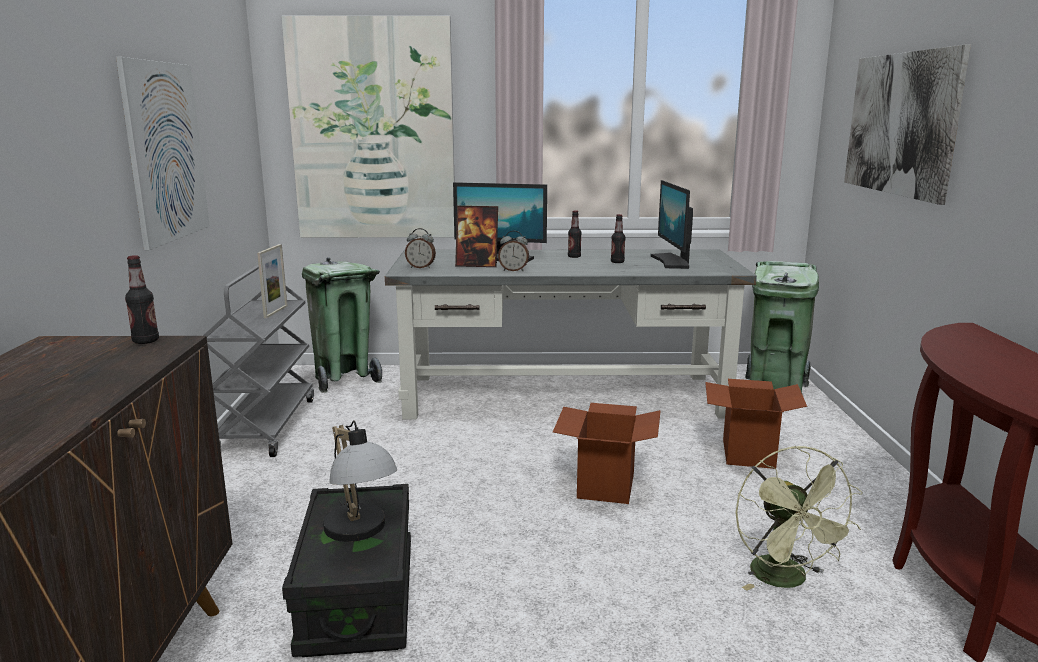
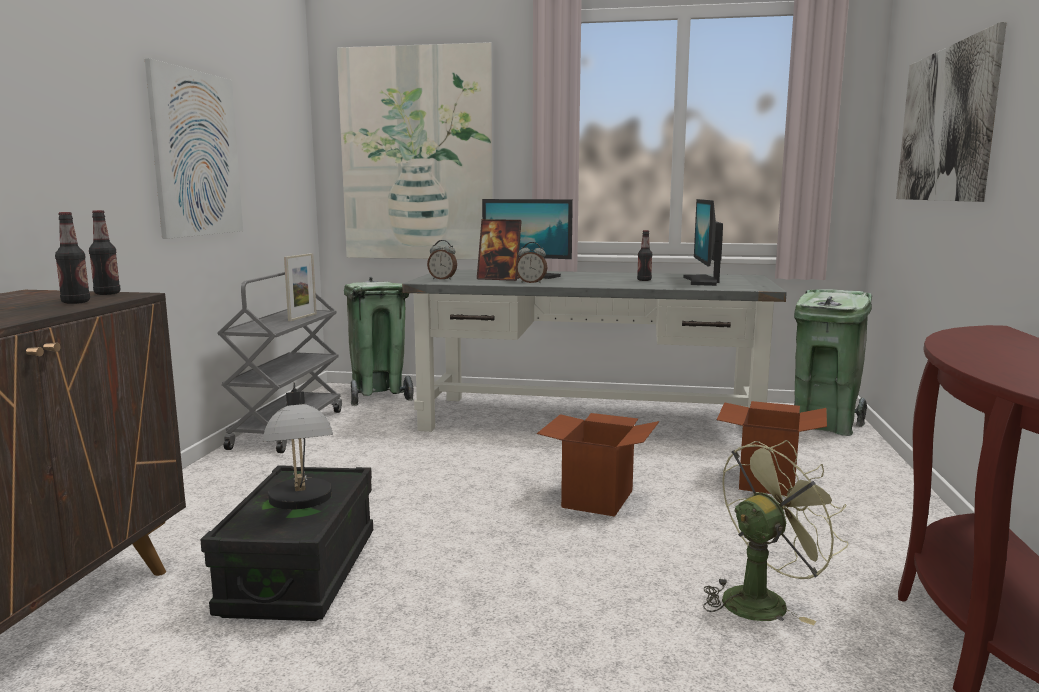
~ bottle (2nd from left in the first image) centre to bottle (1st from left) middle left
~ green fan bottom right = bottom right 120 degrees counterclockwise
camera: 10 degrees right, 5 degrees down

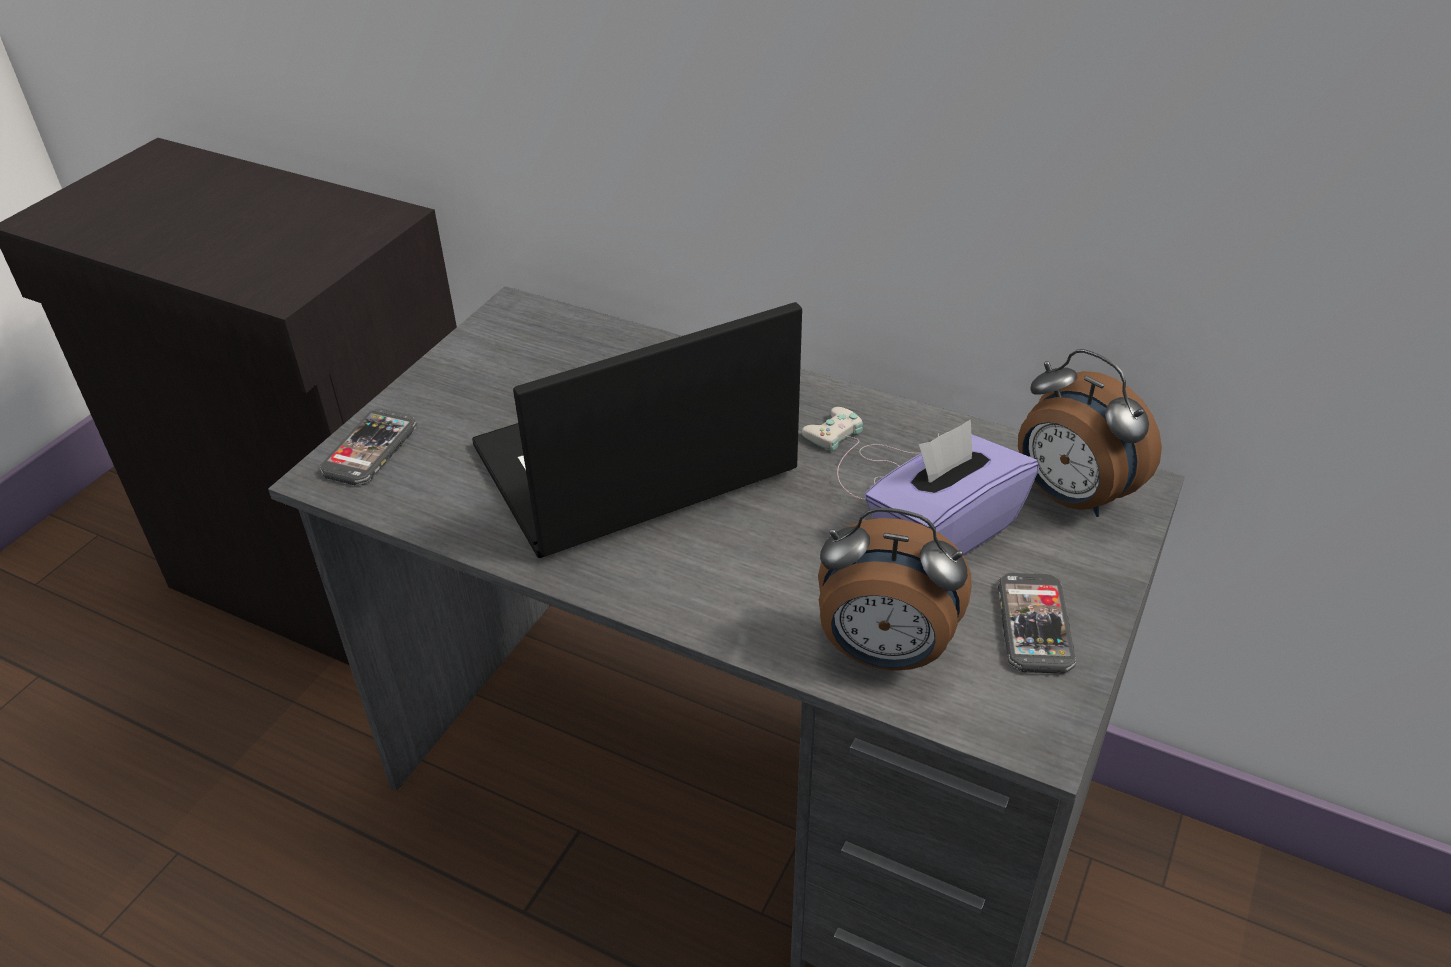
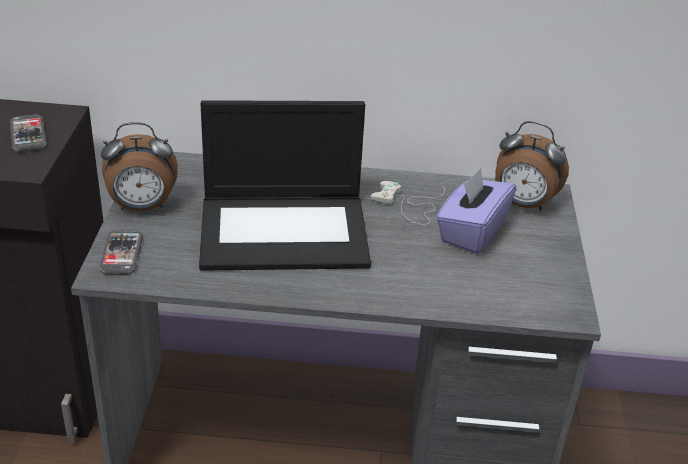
~ alarm clock (1st from left) centre to middle left
~ phone (2nd from left in the first image) middle right to phone (1st from left) top left
~ laptop centre = centre 135 degrees counterclockwise
camera: 25 degrees left, 5 degrees down

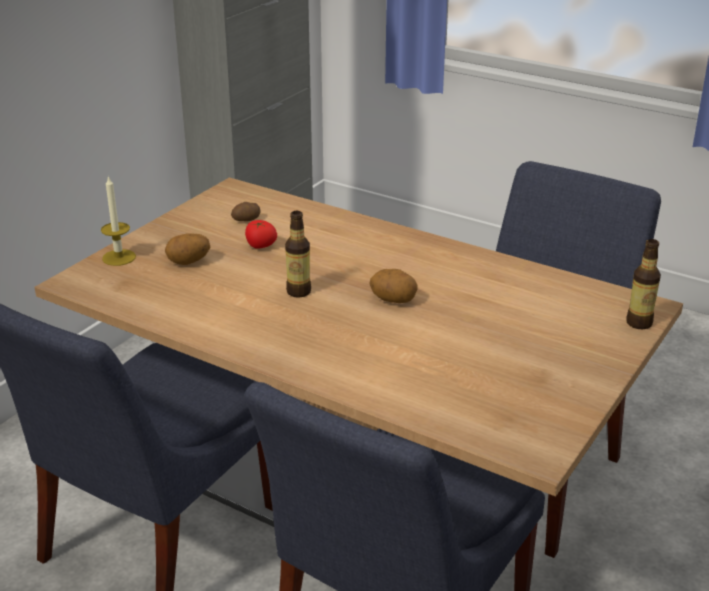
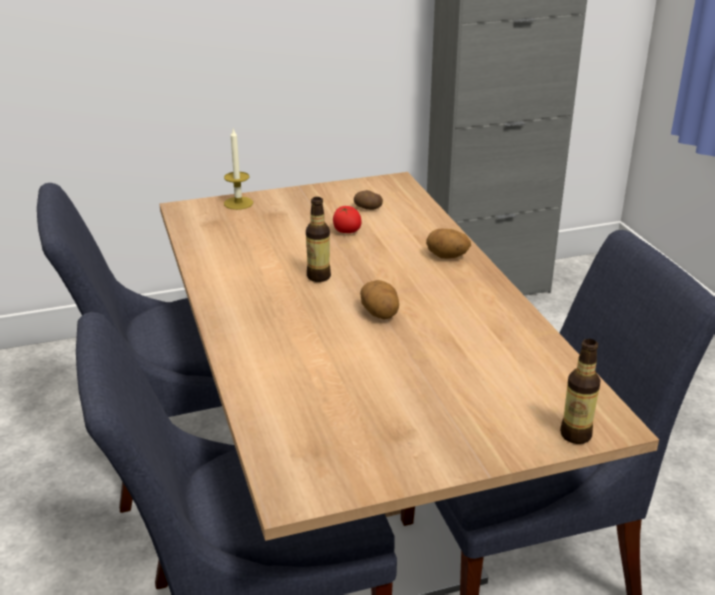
~ potato (1st from left in the first image) middle left to potato (3rd from left) centre
camera: 40 degrees right, 0 degrees up

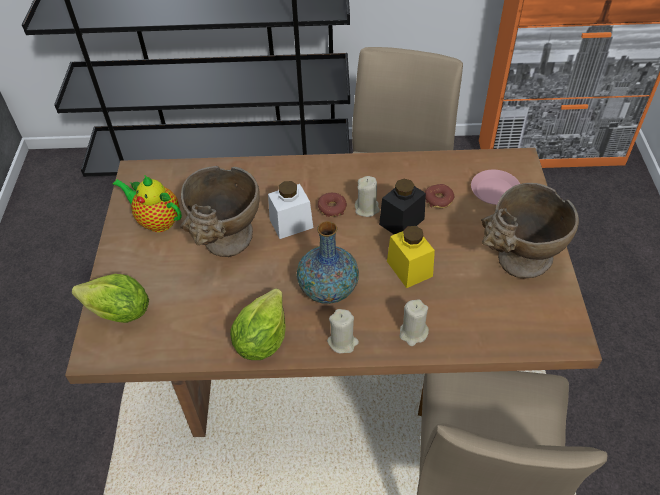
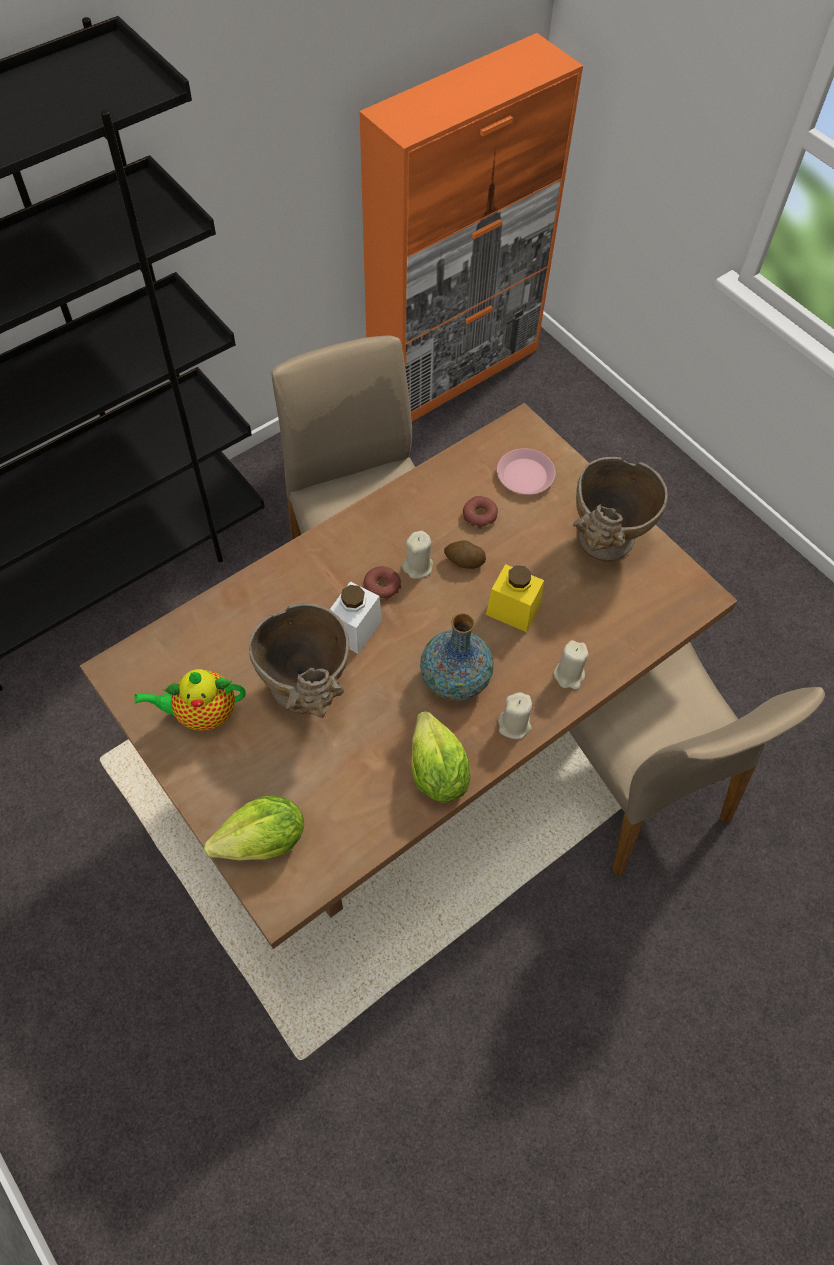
~ black jar centre to potato centre
camera: 40 degrees left, 10 degrees up

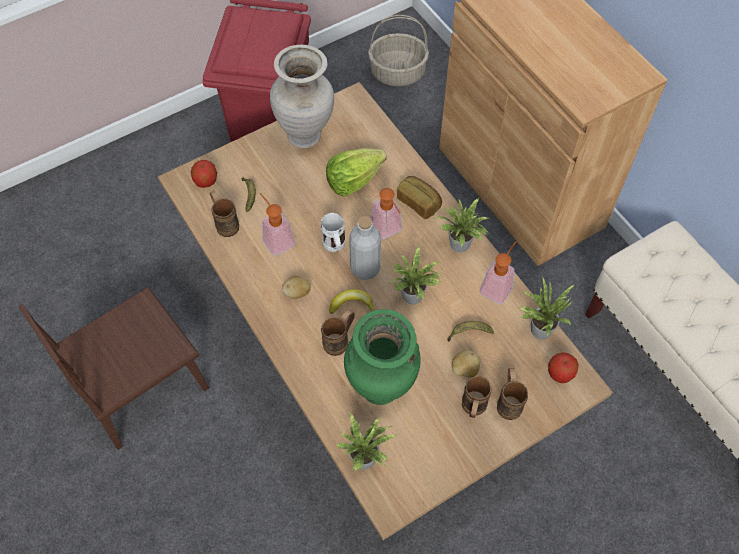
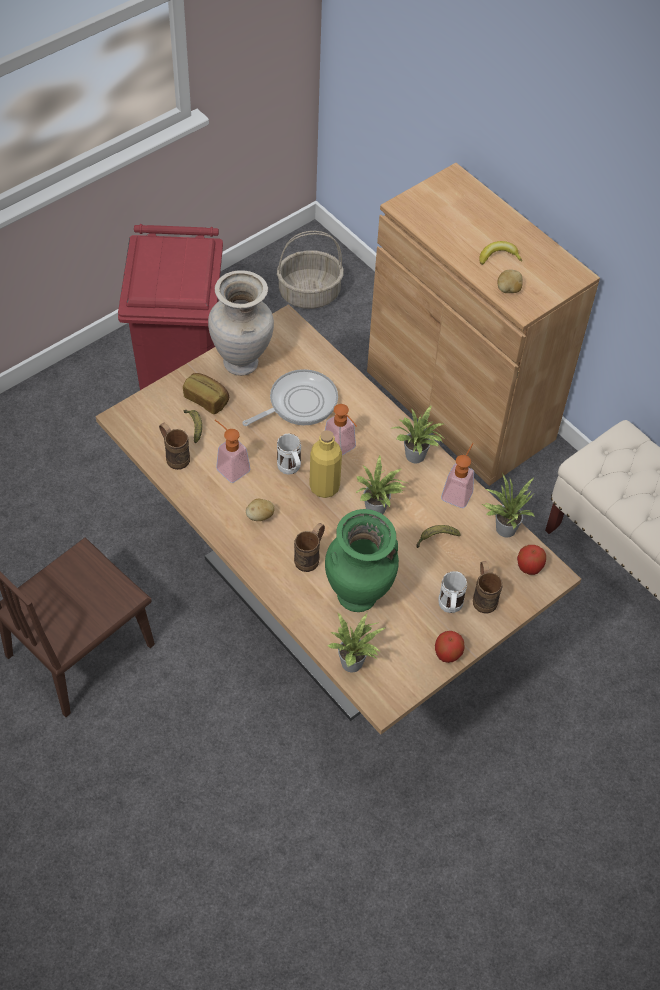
~ apple (1st from left) top left to middle right
~ banana (2nd from left in the first image) centre to banana (3rd from left) top right
~ bread centre to middle left
~ potato (2nd from left) centre to top right
~ lettuce top centre to frying pan centre
~ grey bottle centre to yellow bottle centre
~ brown mug (3rd from left) bottom centre to white mug (2nd from left) middle right
camera: 10 degrees left, 5 degrees down

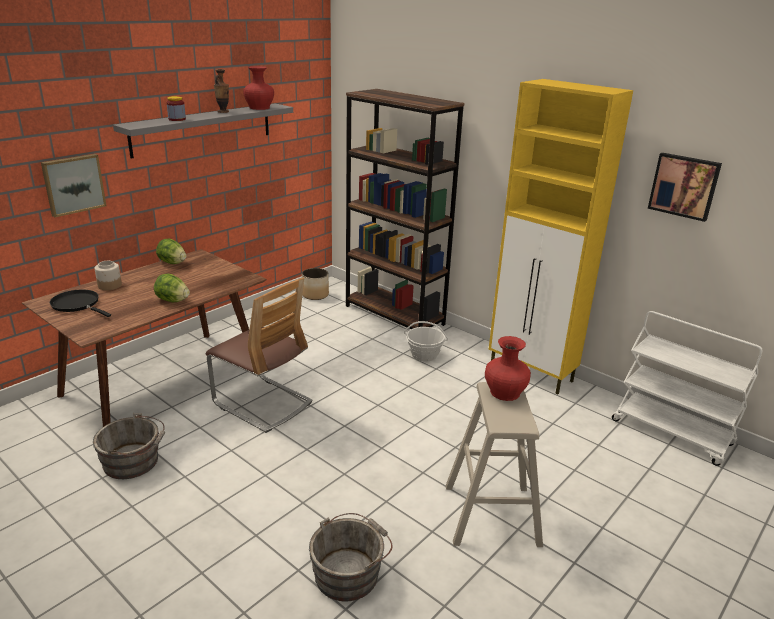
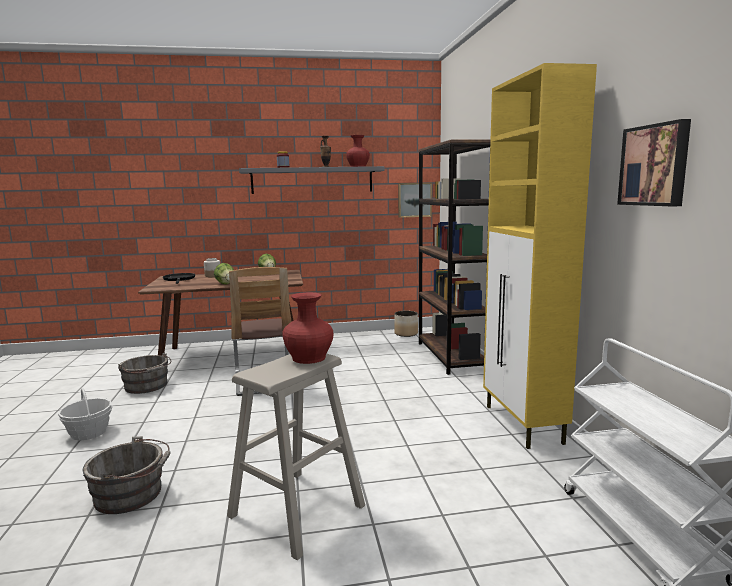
~ picture (1st from left) top left to centre
~ basket centre to bottom left
camera: 40 degrees right, 15 degrees down

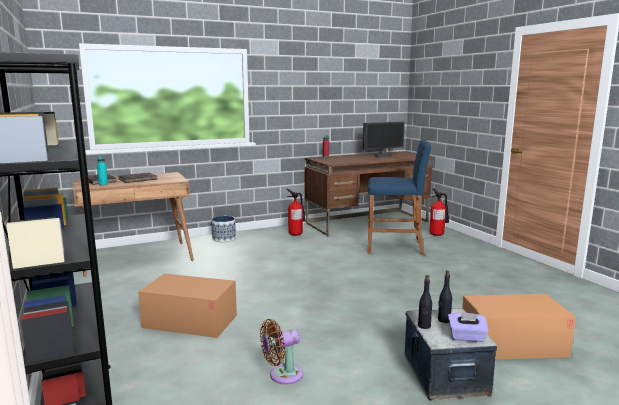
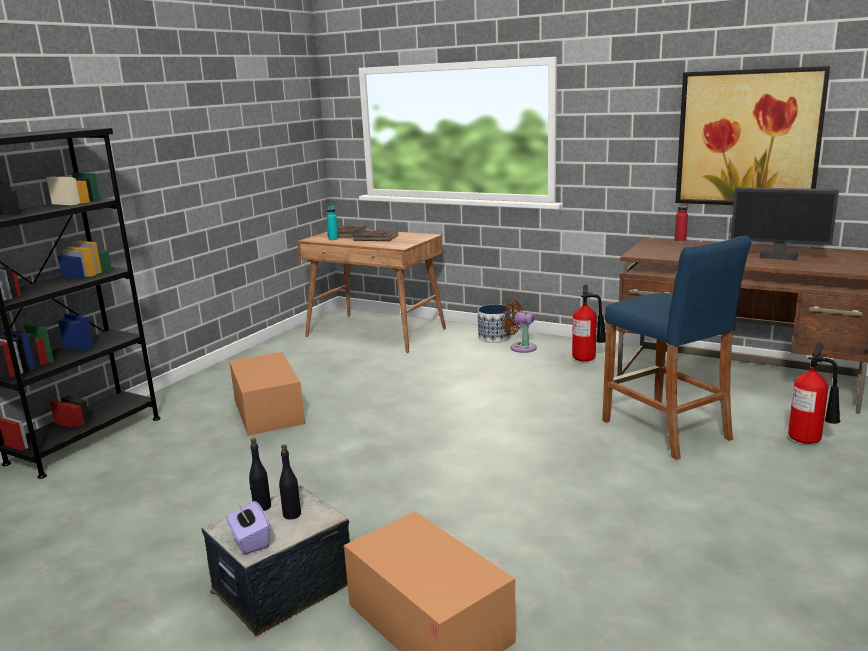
+ picture top right
~ brown fan bottom centre to centre
camera: 55 degrees right, 5 degrees up

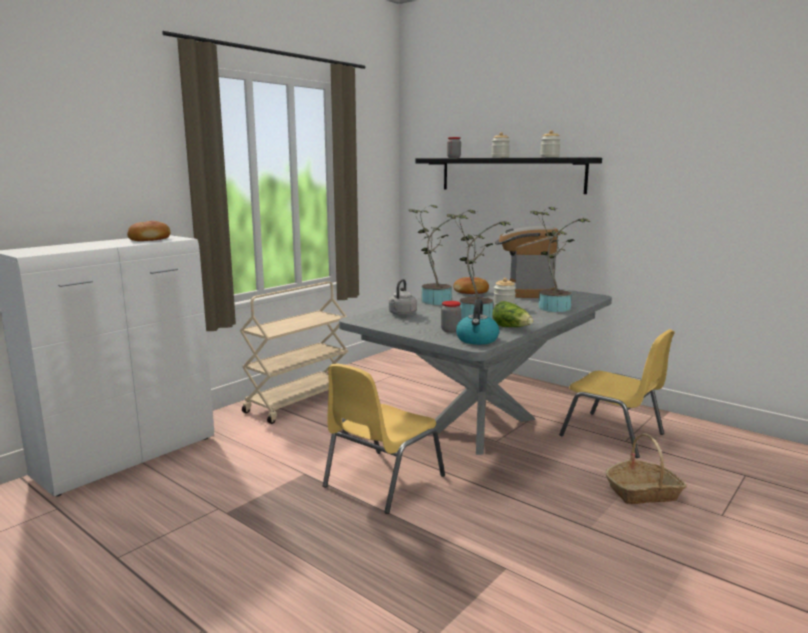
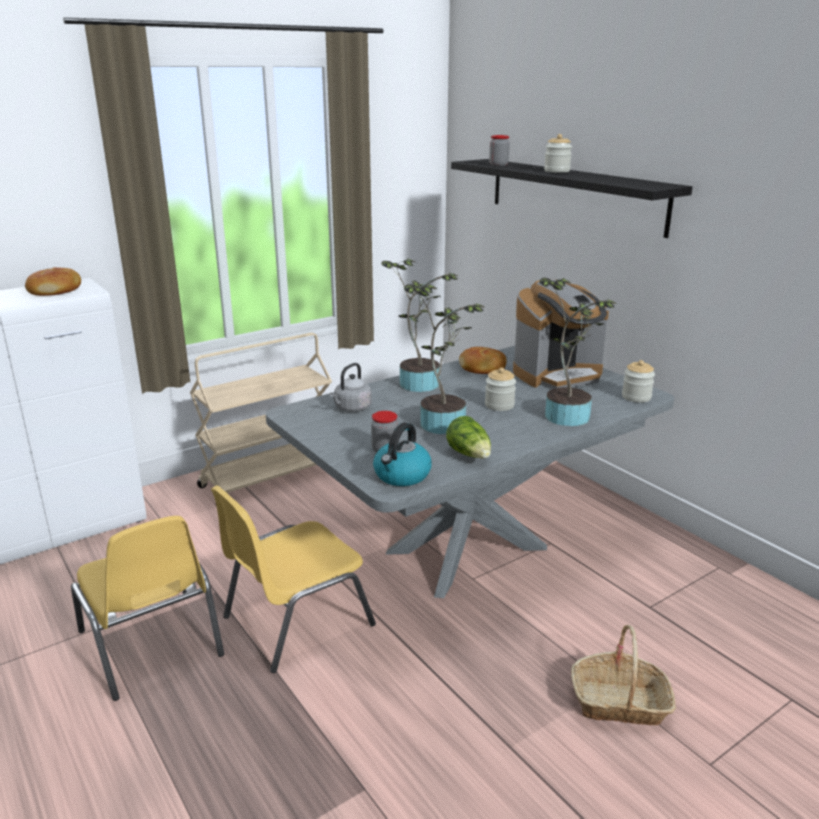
~ jar (5th from left) top right to middle right
~ yellow chair (2nd from left in the first image) middle right to yellow chair (1st from left) bottom left
~ coffee machine centre = middle right 135 degrees counterclockwise
camera: 15 degrees right, 10 degrees up

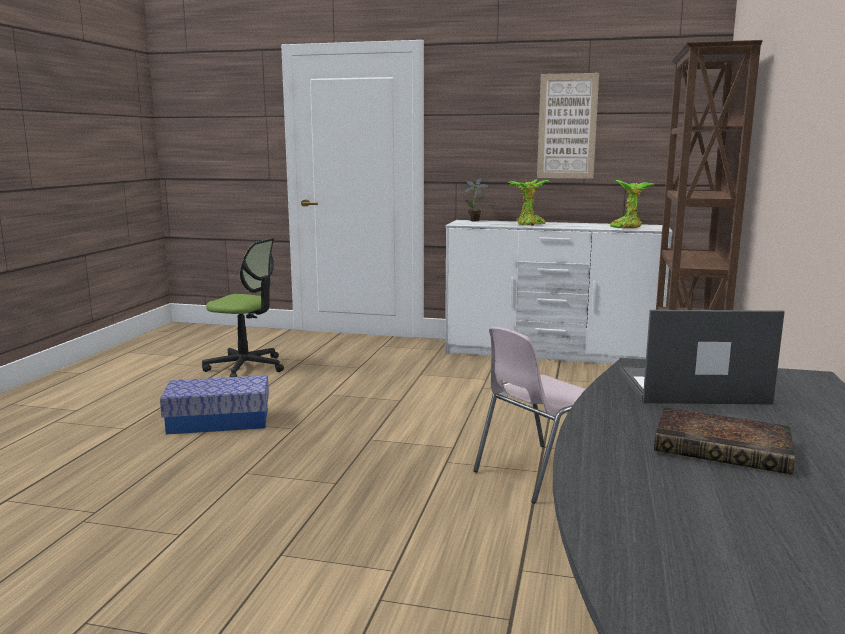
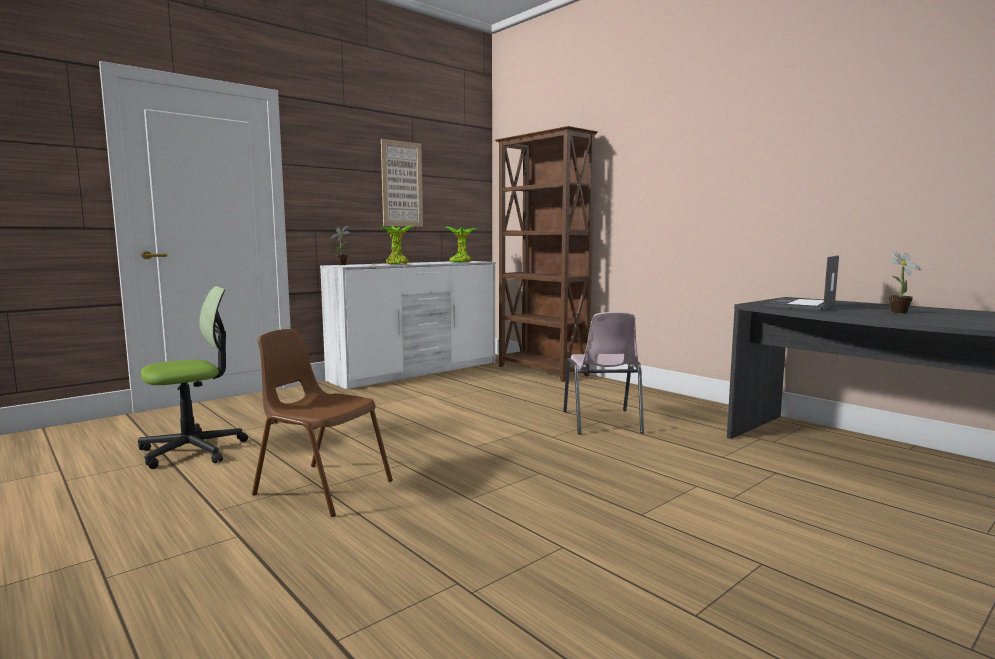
~ storage box middle left to brown chair middle left
~ book bottom right to potted plant (4th from left) middle right
camera: 55 degrees left, 5 degrees down

